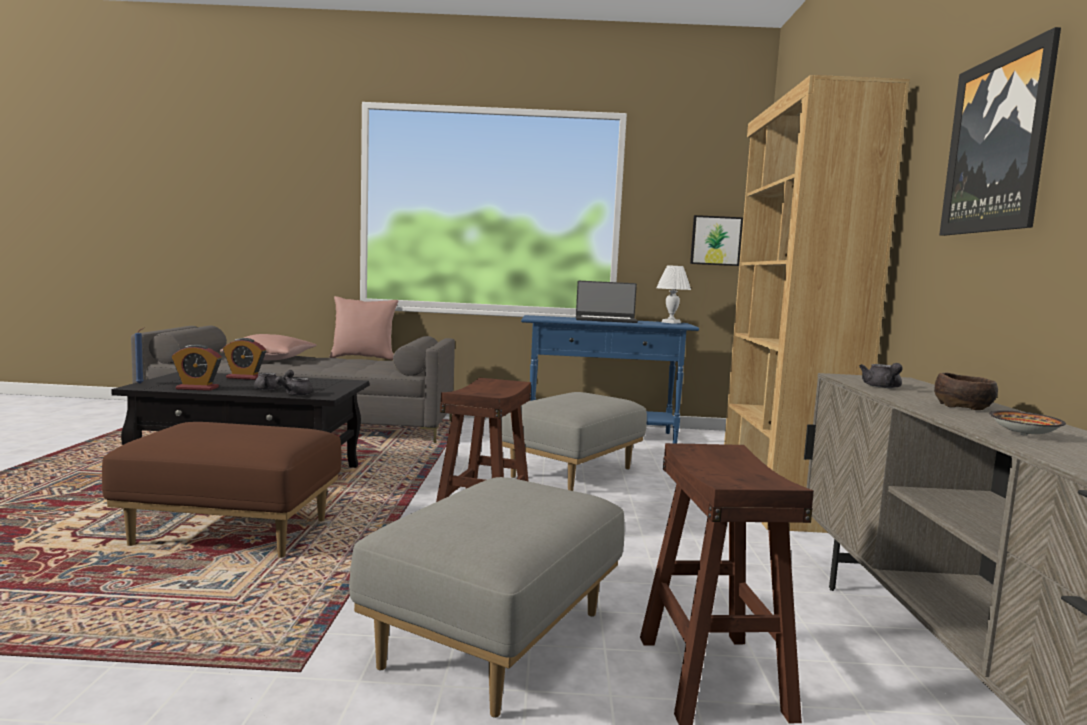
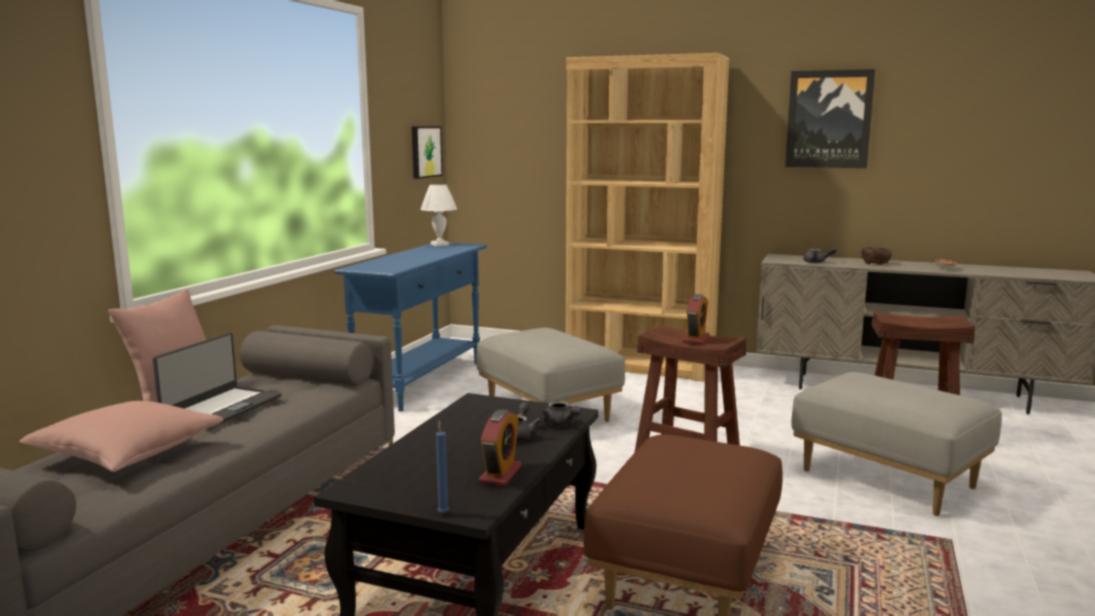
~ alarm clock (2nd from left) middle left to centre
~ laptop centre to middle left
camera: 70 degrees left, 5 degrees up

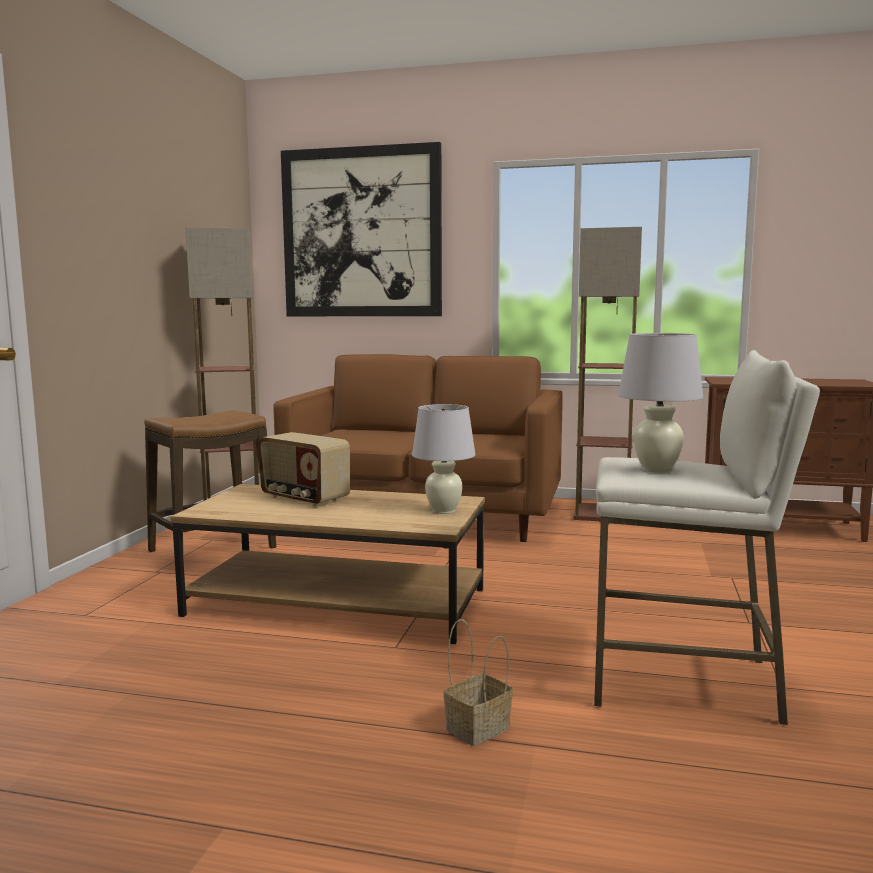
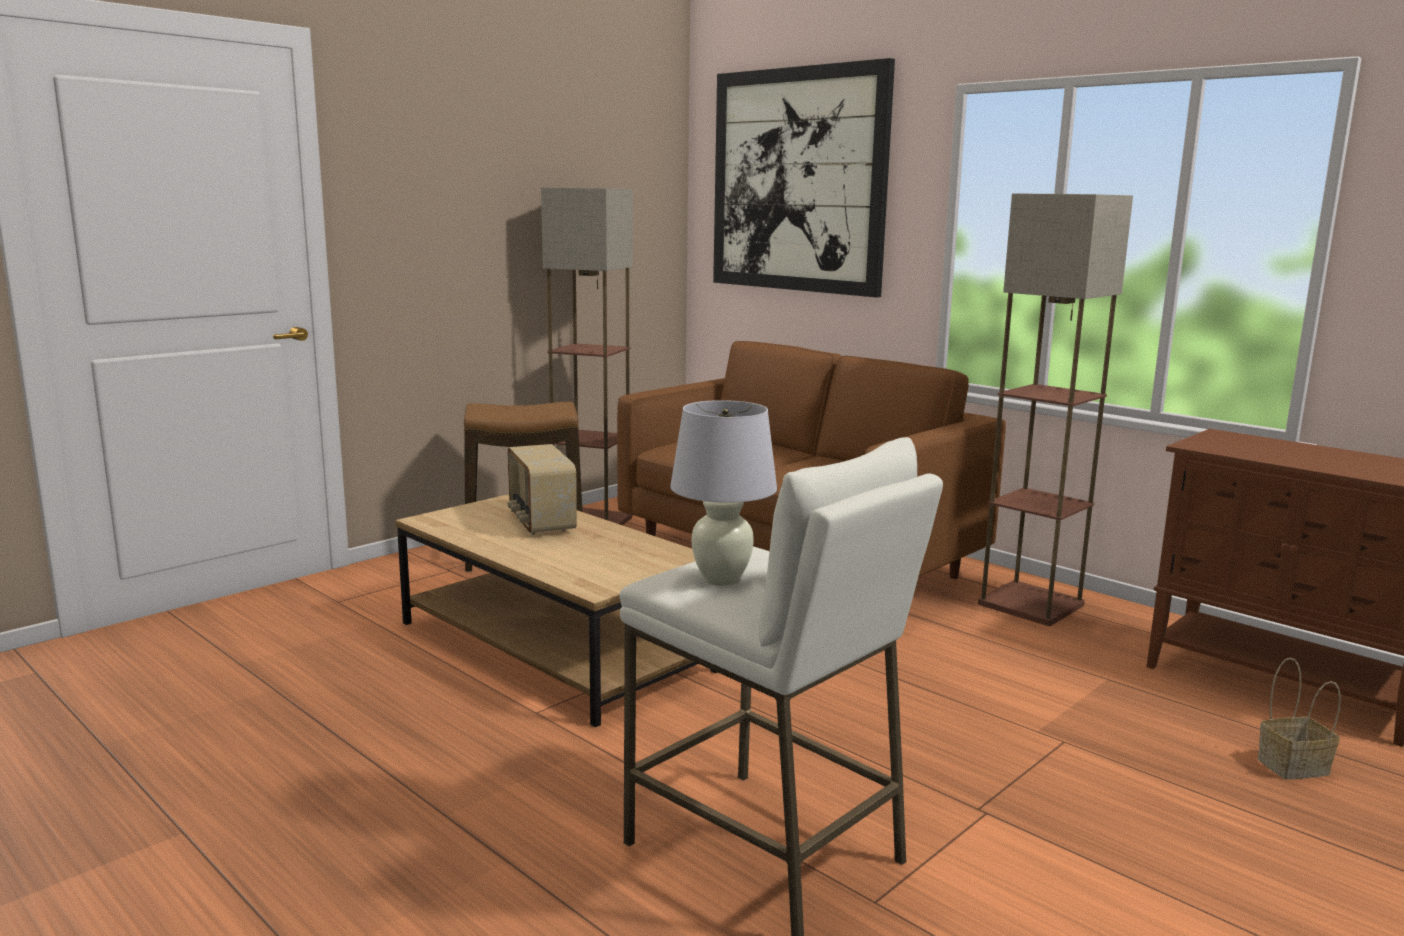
- white table lamp (1st from left) centre
~ basket bottom centre to bottom right
camera: 30 degrees right, 5 degrees up

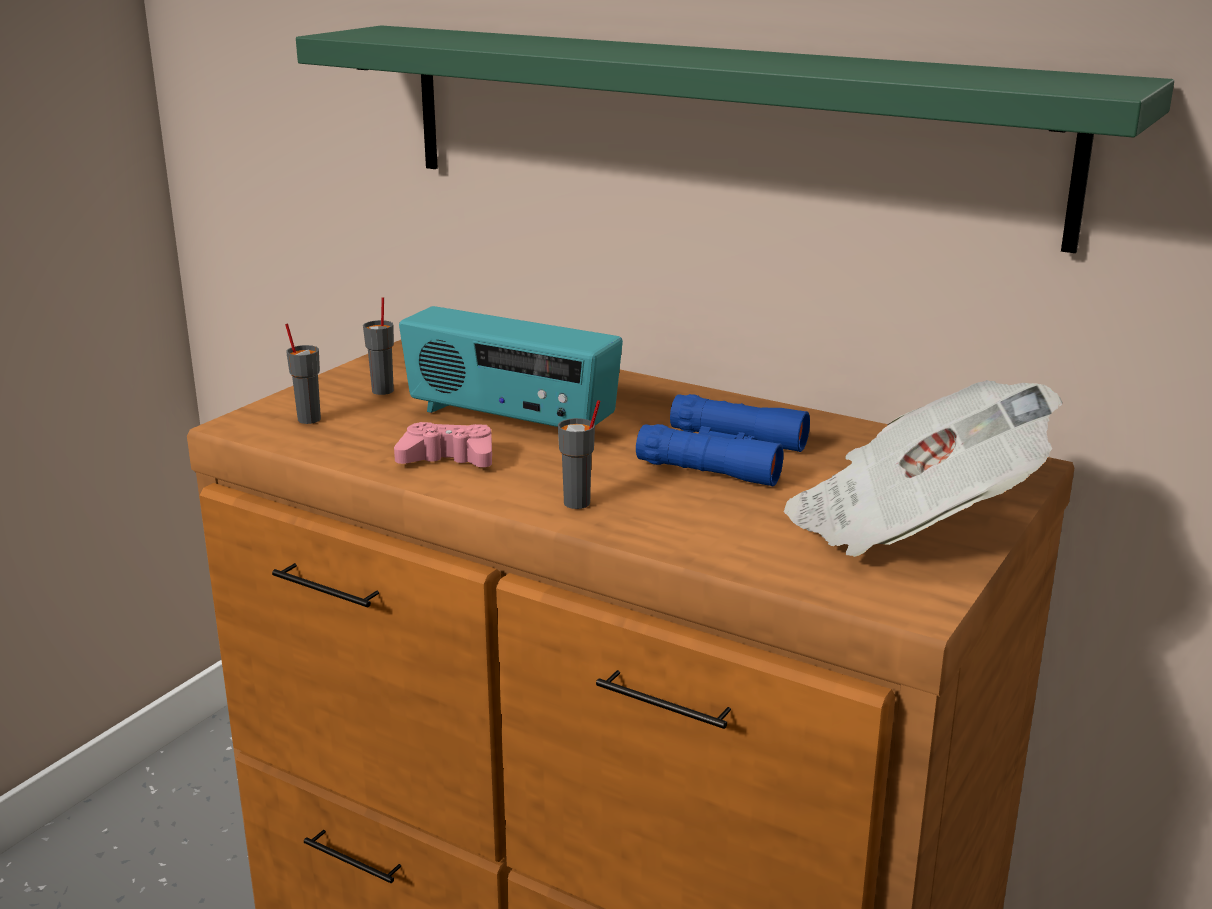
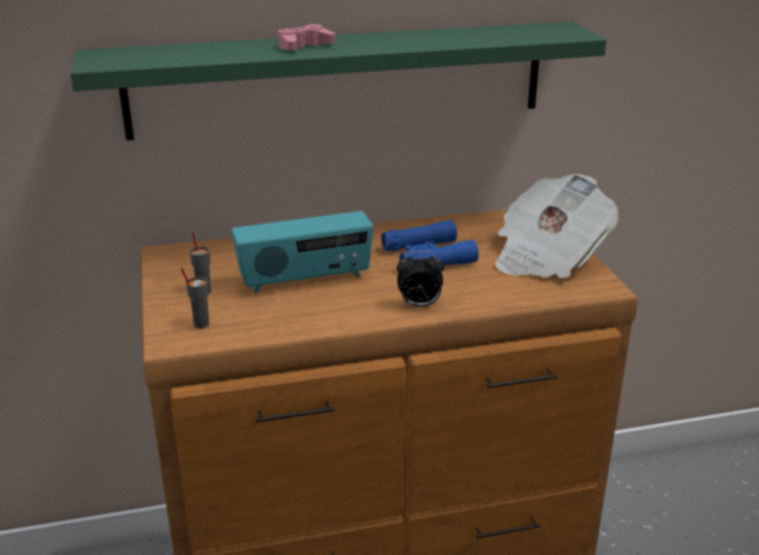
~ pink game controller centre to top centre
~ grey cup (3rd from left) centre to alarm clock centre
camera: 45 degrees left, 5 degrees up

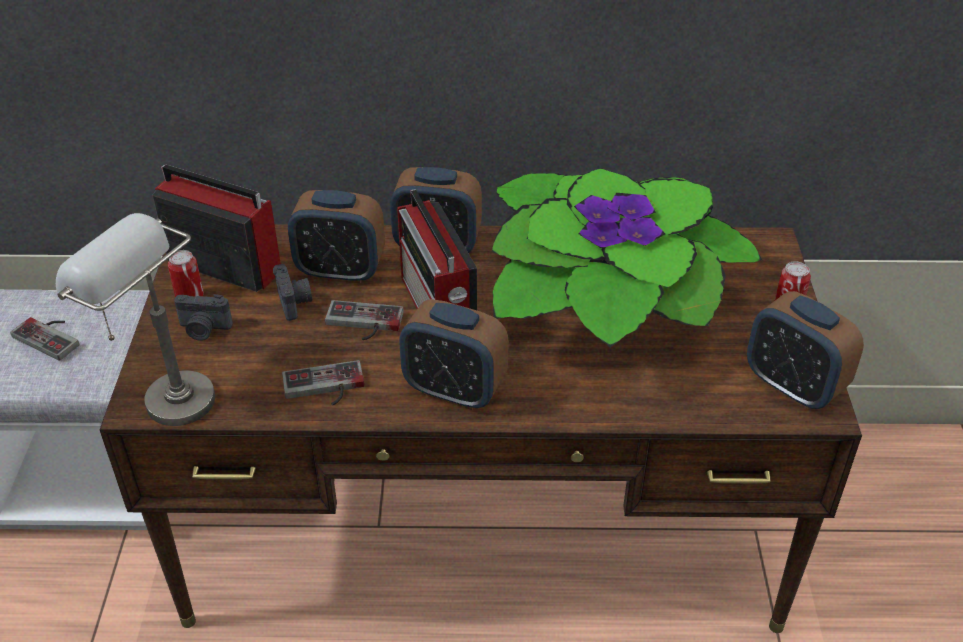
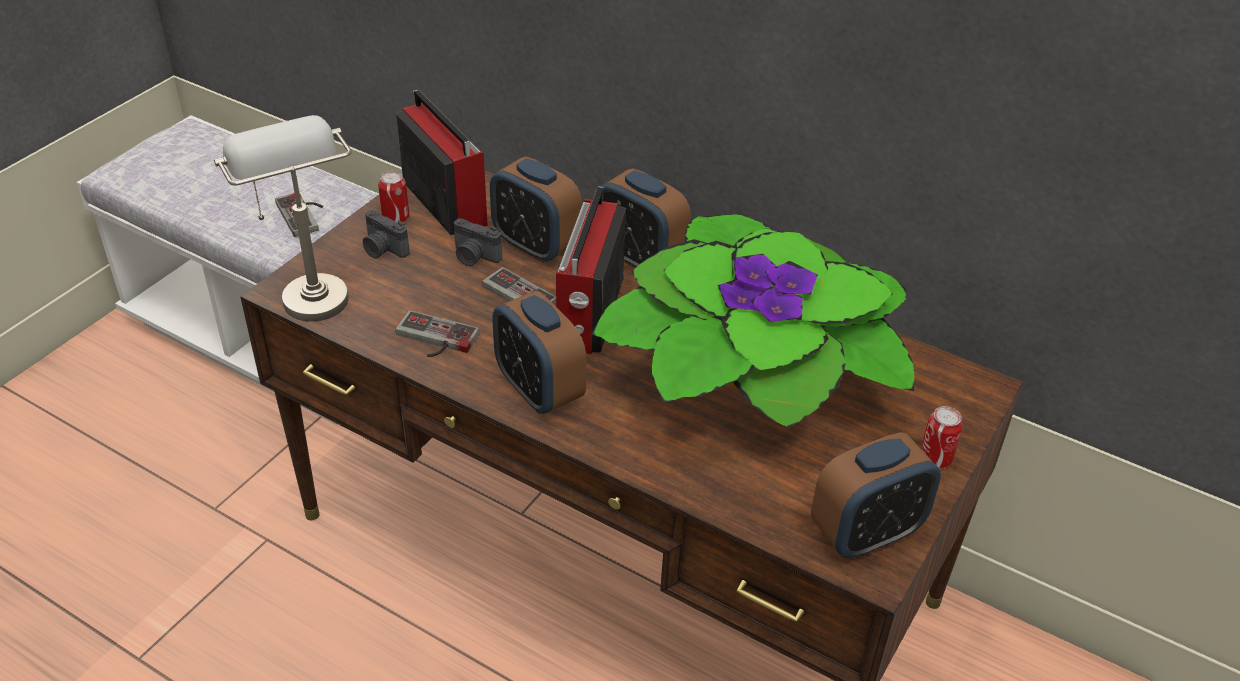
~ photo camera (2nd from left) middle left = centre 105 degrees clockwise
~ alarm clock (4th from left) middle right = bottom right 105 degrees counterclockwise
camera: 30 degrees right, 0 degrees up

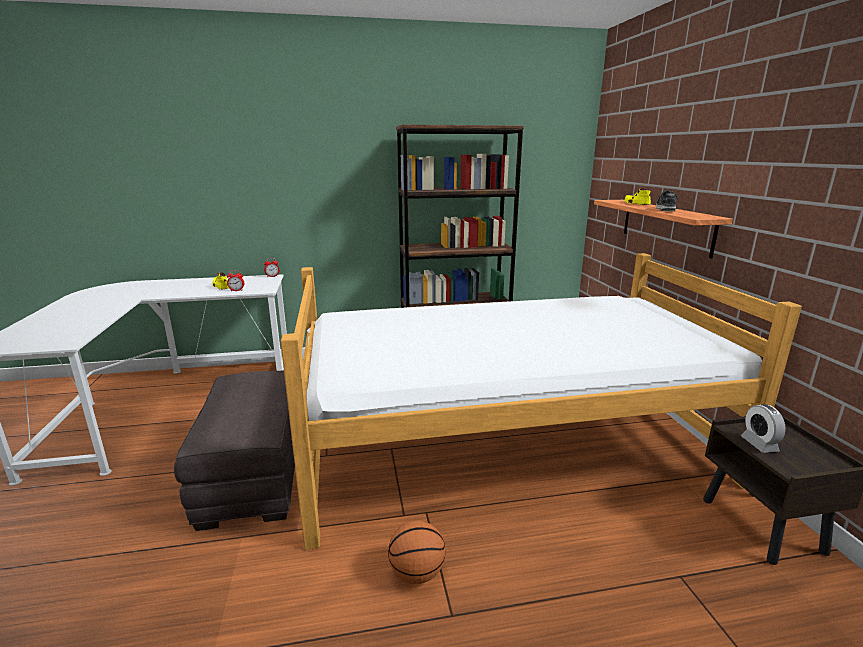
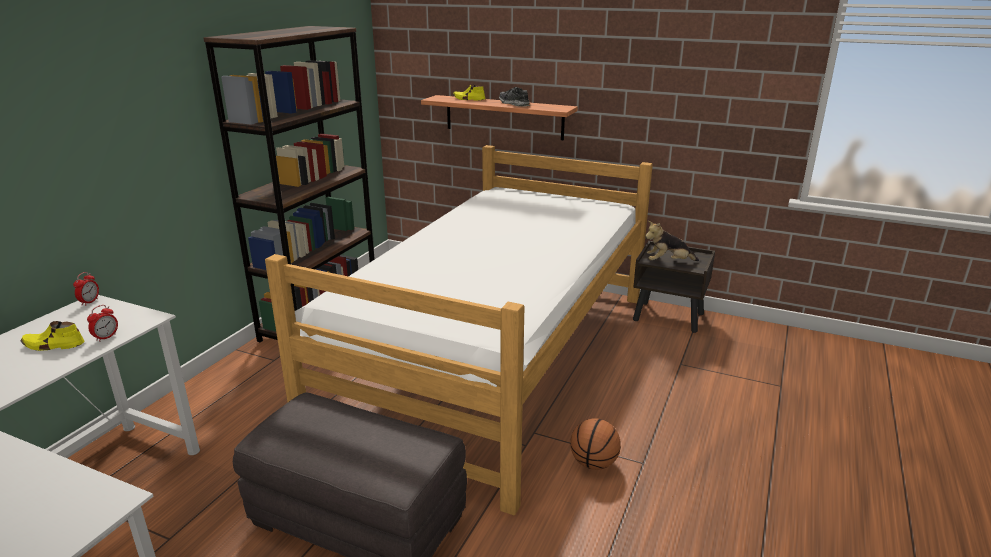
~ alarm clock (3rd from left) middle right to plush toy middle right
camera: 55 degrees left, 5 degrees up

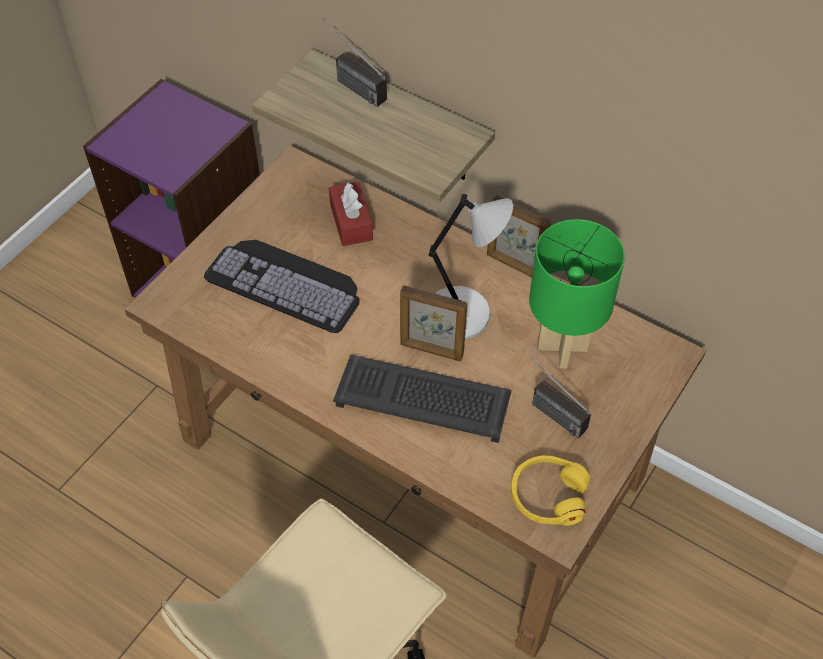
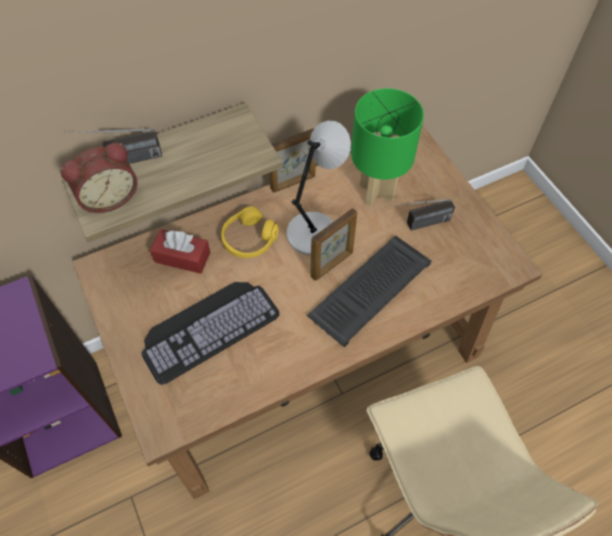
+ alarm clock top left
~ yellow headphones bottom right to centre
camera: 60 degrees left, 5 degrees up

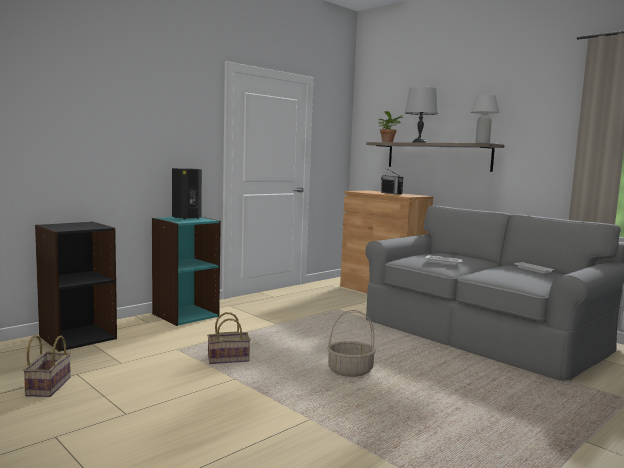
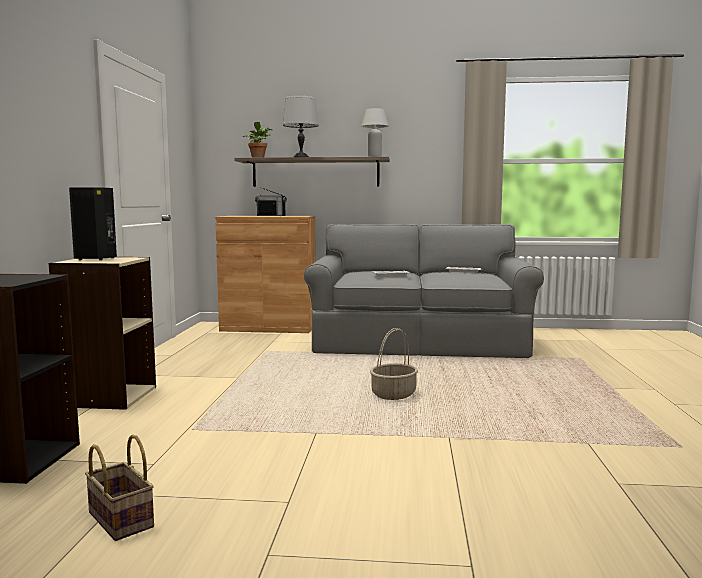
- basket (2nd from left) bottom centre
~ turquoise bookcase middle left to beige bookcase middle left
camera: 40 degrees left, 0 degrees up

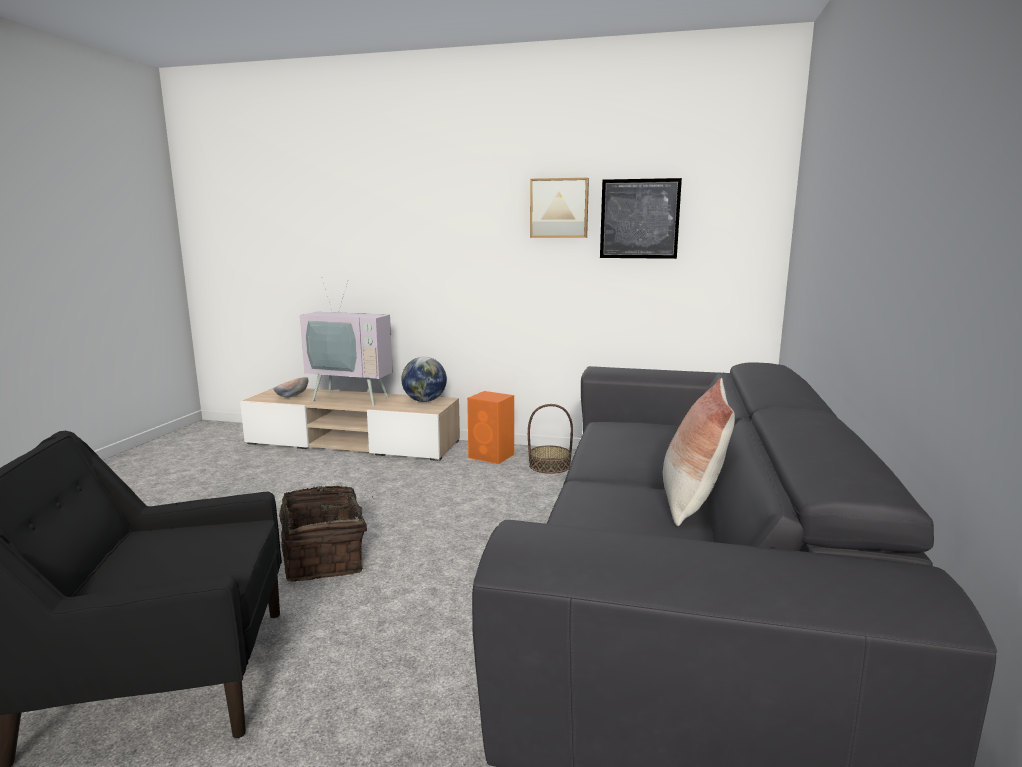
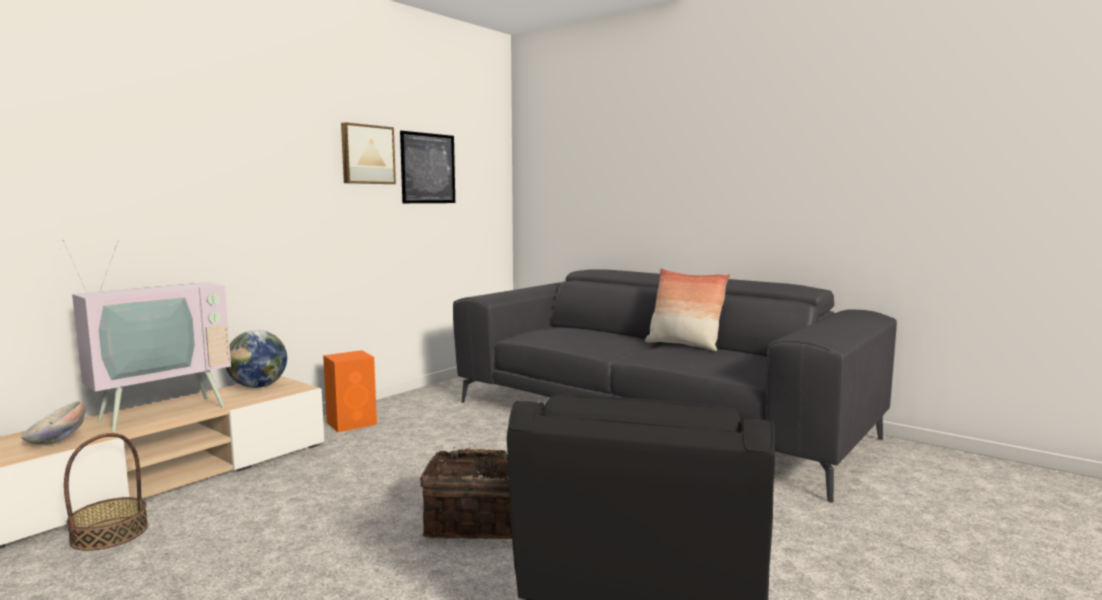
~ basket (2nd from left in the first image) centre to basket (1st from left) bottom left
camera: 65 degrees left, 5 degrees down

